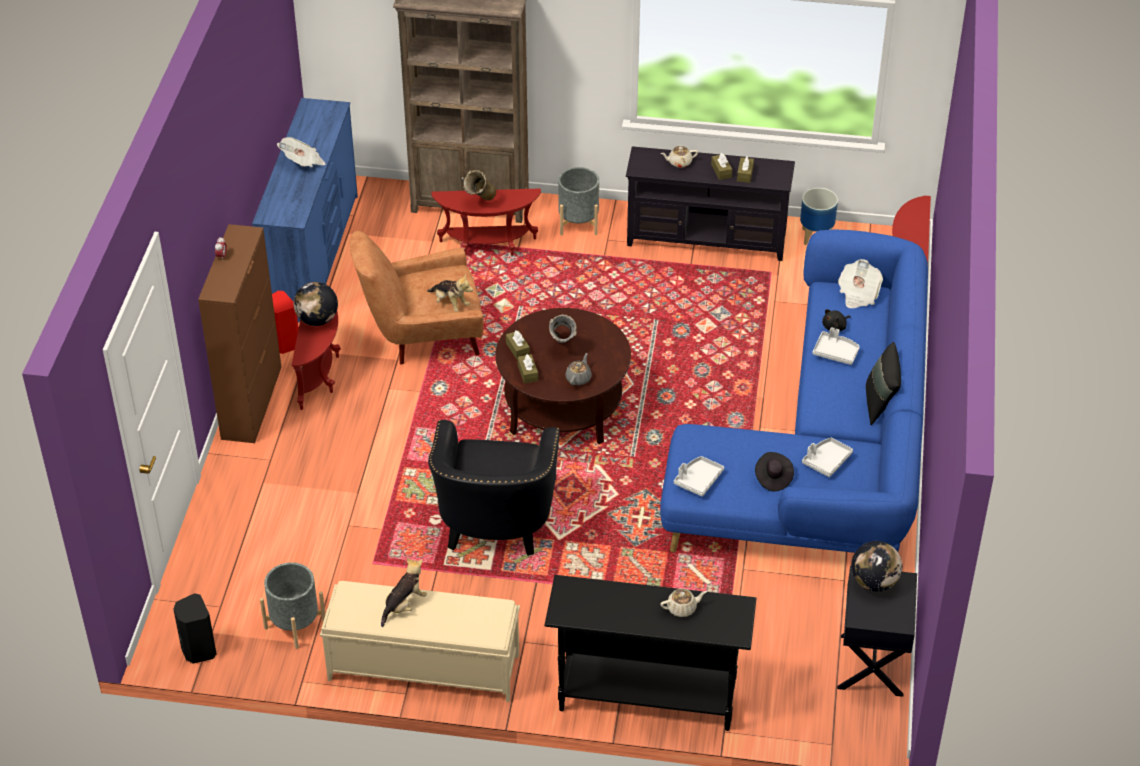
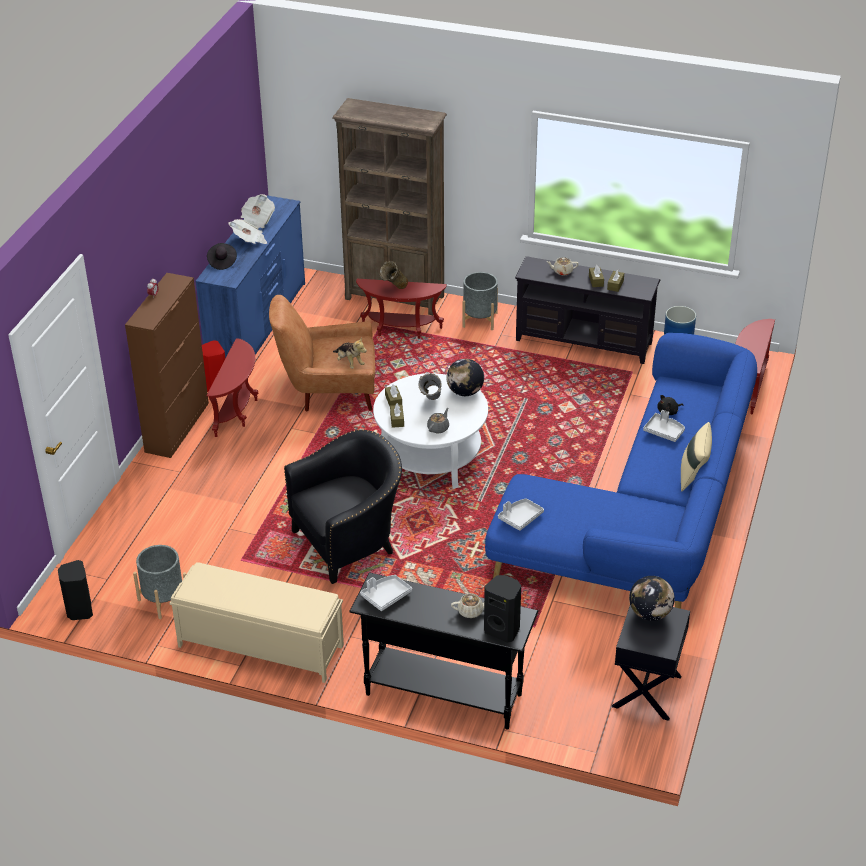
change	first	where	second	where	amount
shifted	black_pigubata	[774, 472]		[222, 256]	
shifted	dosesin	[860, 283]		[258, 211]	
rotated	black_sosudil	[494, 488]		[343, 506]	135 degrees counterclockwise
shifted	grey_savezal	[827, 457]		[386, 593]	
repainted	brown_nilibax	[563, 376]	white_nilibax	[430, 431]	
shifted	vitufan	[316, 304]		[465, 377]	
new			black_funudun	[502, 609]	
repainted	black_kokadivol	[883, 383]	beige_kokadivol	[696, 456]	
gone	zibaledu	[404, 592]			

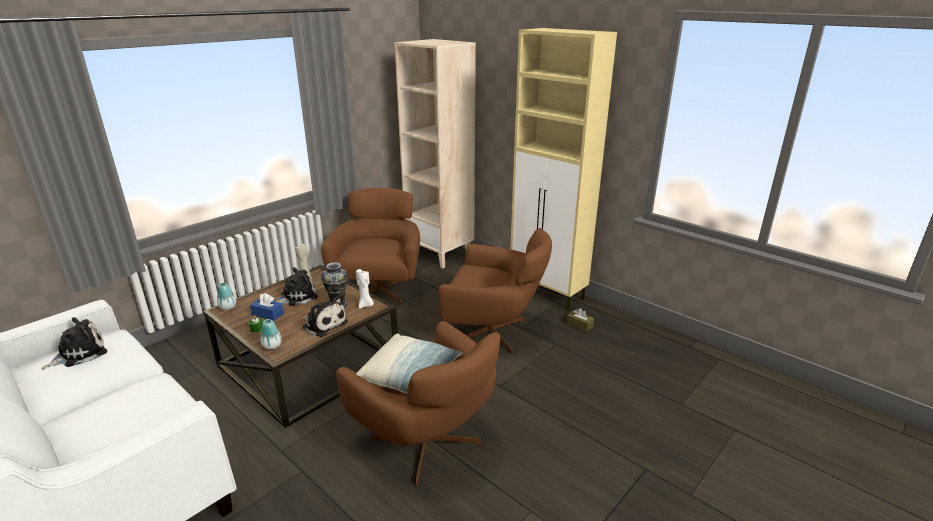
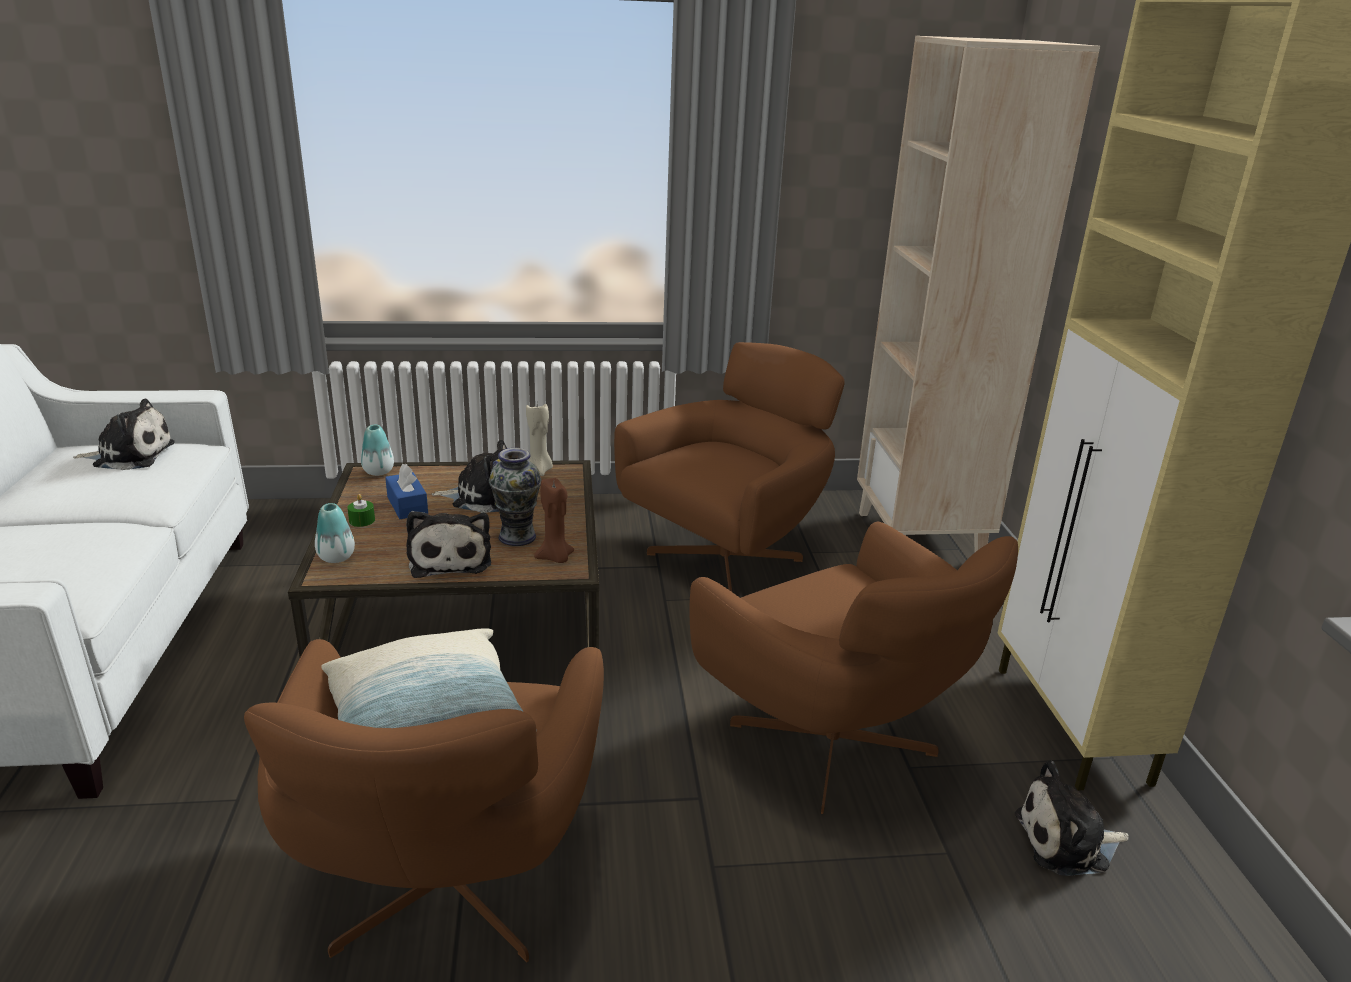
change	first	where	second	where	amount
repainted	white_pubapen	[365, 289]	brown_pubapen	[554, 520]	
swapped	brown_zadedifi	[580, 320]	zibaledu	[1072, 818]	

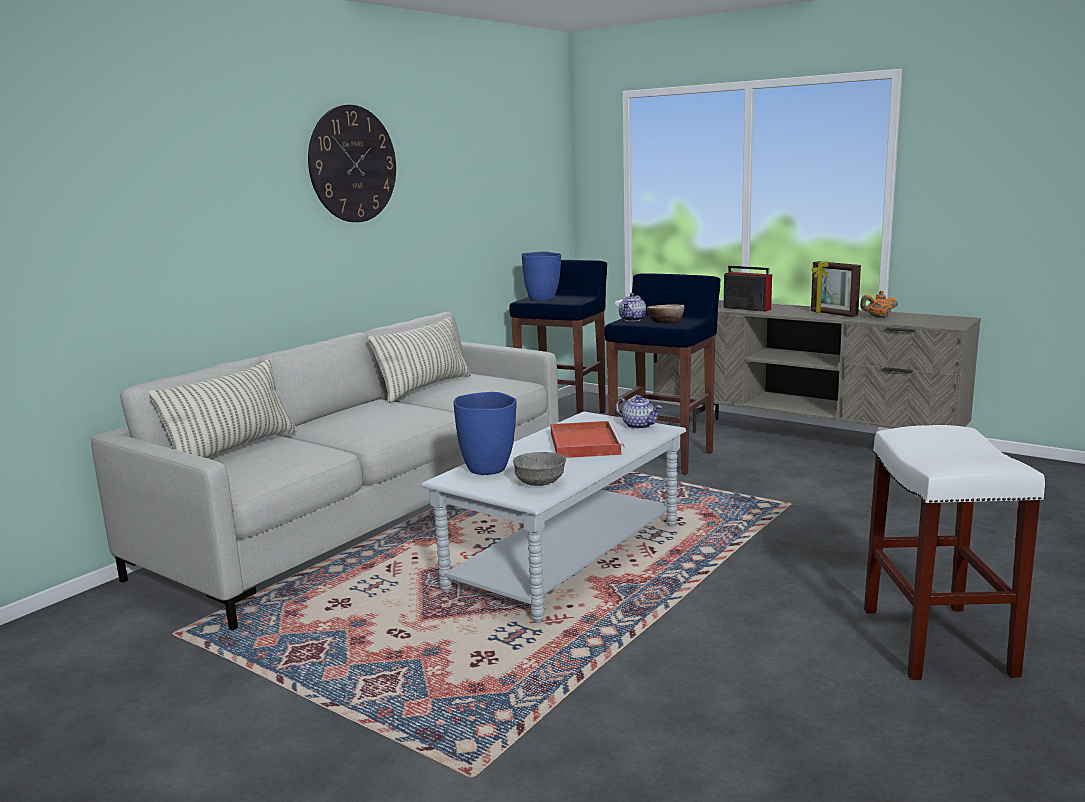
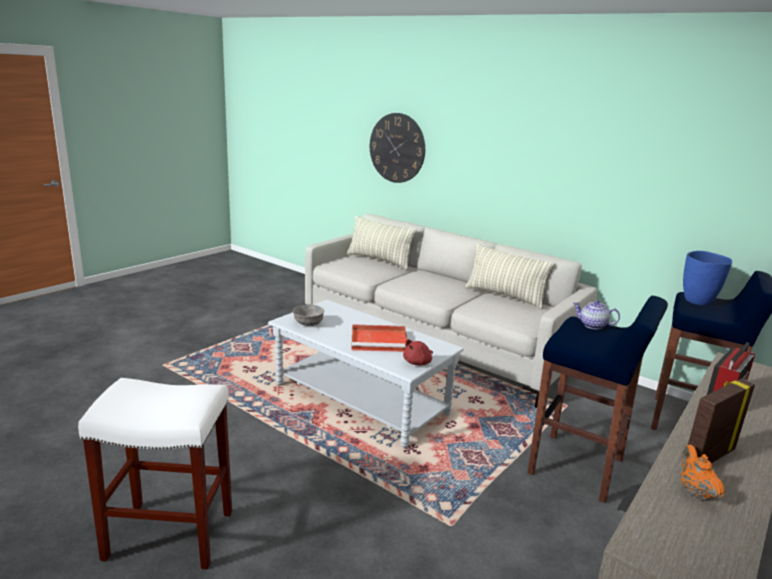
change	first	where	second	where	amount
shifted	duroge	[352, 163]		[397, 148]	
swapped	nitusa	[639, 412]	red_zibaledu	[418, 352]	
gone	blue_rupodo	[485, 433]			
gone	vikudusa	[665, 313]			

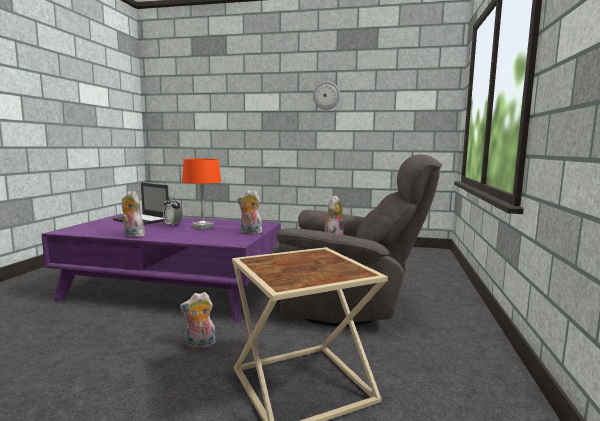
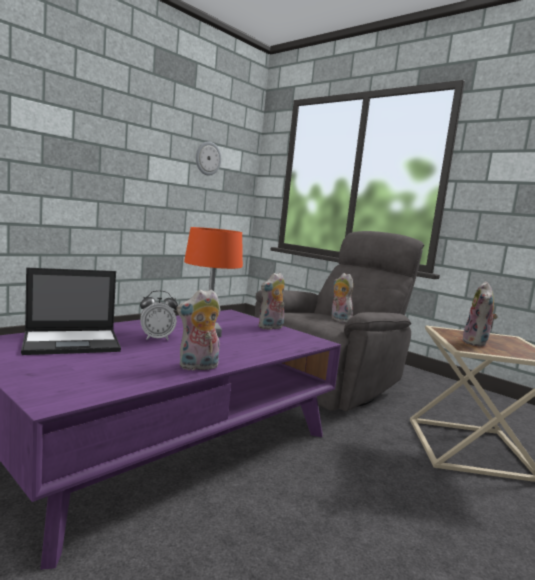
change	first	where	second	where	amount
shifted	duroge	[326, 95]		[208, 158]	
shifted	zibaledu	[198, 320]		[480, 314]	

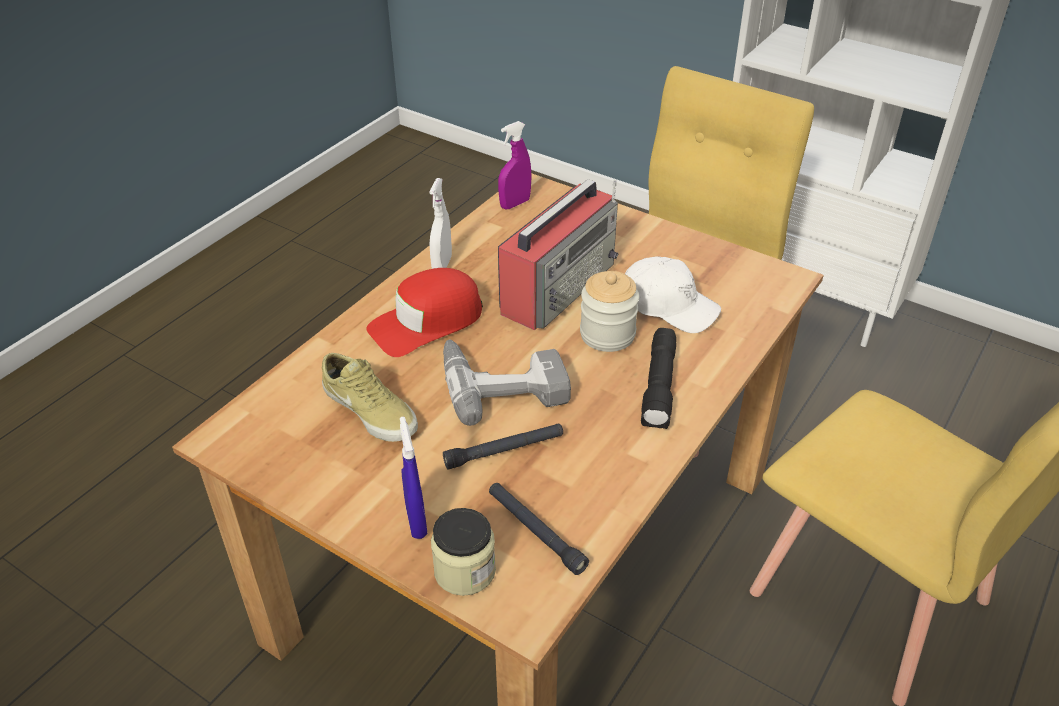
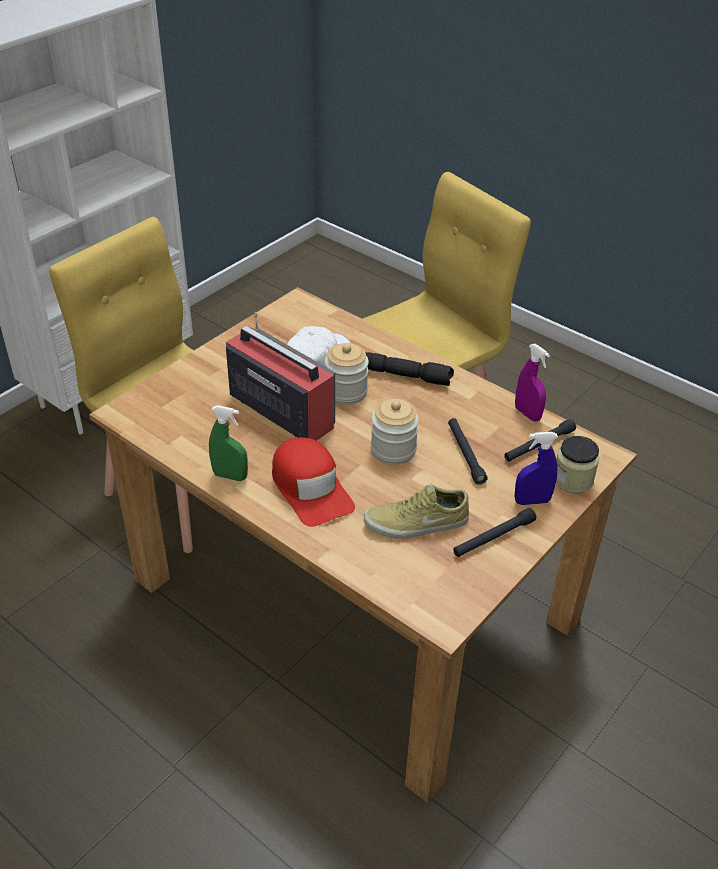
change	first	where	second	where	amount
repainted	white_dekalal	[440, 223]	green_dekalal	[228, 443]	
rotated	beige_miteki	[370, 397]		[416, 511]	150 degrees counterclockwise
swapped	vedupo	[507, 383]	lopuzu	[395, 432]	
new			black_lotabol	[494, 532]	
shifted	purple_dekalal	[515, 165]		[532, 382]	

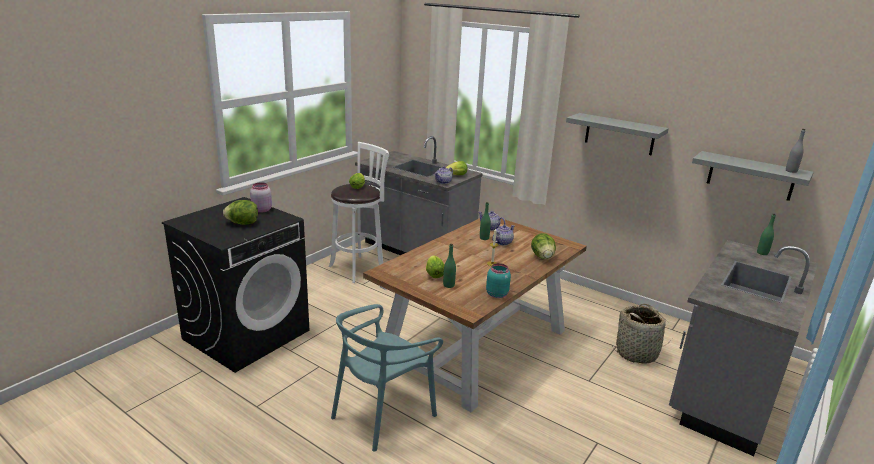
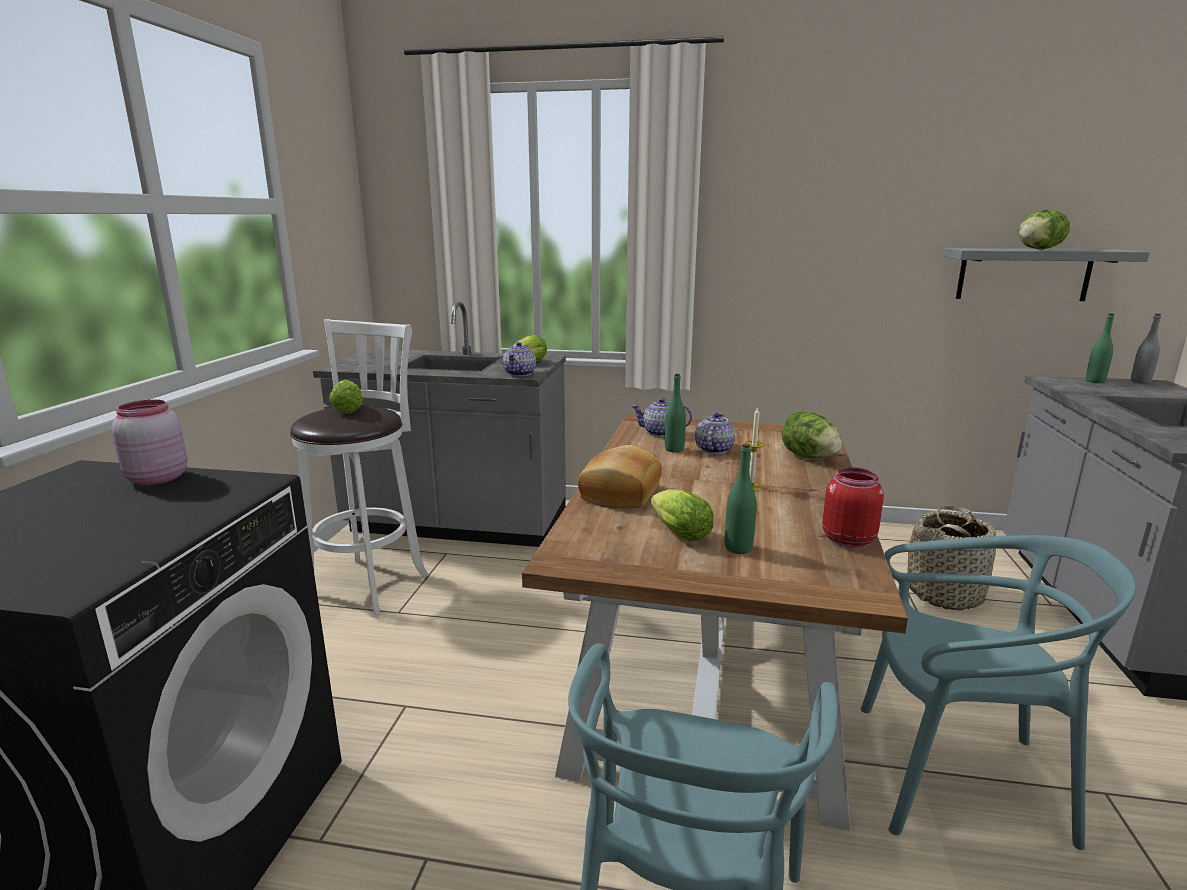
change	first	where	second	where	amount
new			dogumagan	[620, 477]	
repainted	turquoise_lopuzu	[498, 280]	red_lopuzu	[853, 507]	
new			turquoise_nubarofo	[998, 692]	
shifted	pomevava	[240, 212]		[1044, 229]	
shifted	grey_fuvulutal	[796, 151]		[1146, 349]	
gone	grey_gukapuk	[617, 134]			

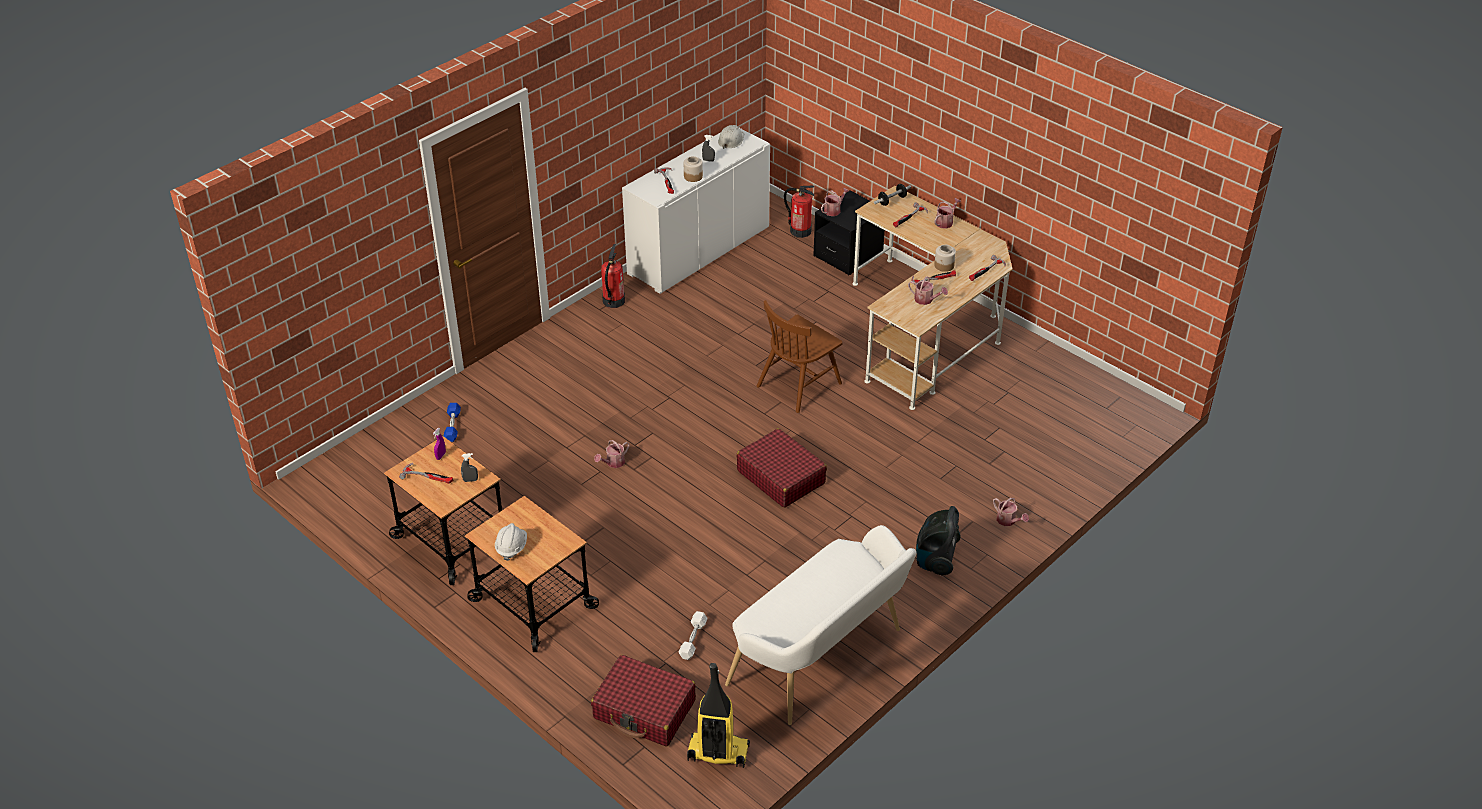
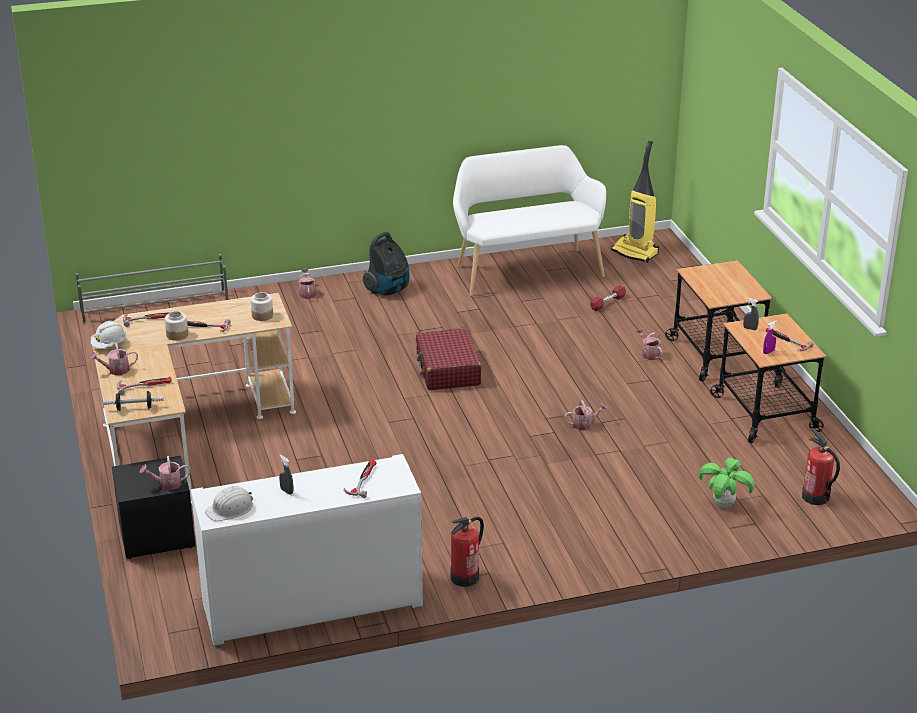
change	first	where	second	where	amount
new			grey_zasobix	[152, 289]	
shifted	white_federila	[511, 542]		[108, 334]	
shifted	lopuzu	[693, 169]		[262, 306]	
repainted	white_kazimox	[693, 635]	red_kazimox	[608, 298]	
shifted	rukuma	[928, 290]		[649, 344]	
swapped	blue_kazimox	[452, 422]	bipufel	[727, 483]	
shifted	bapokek	[799, 212]		[821, 466]	
gone	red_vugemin	[643, 700]			
gone	brown_nubarofo	[800, 356]			

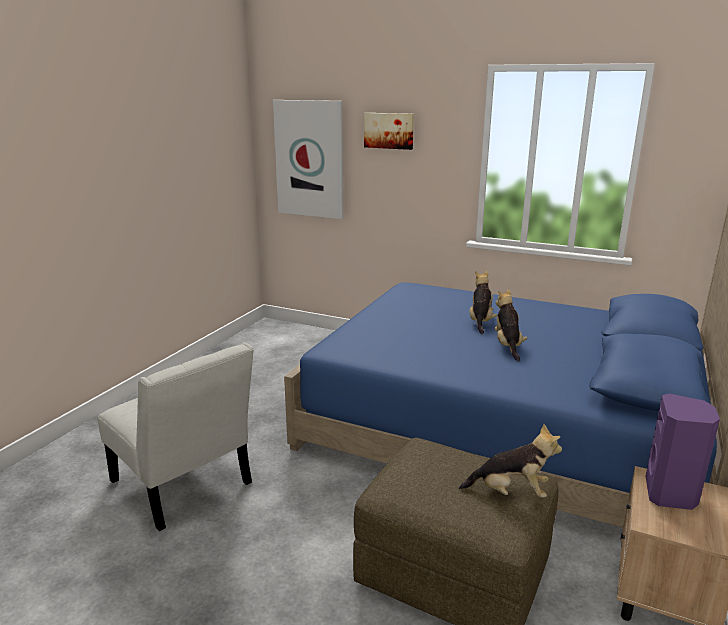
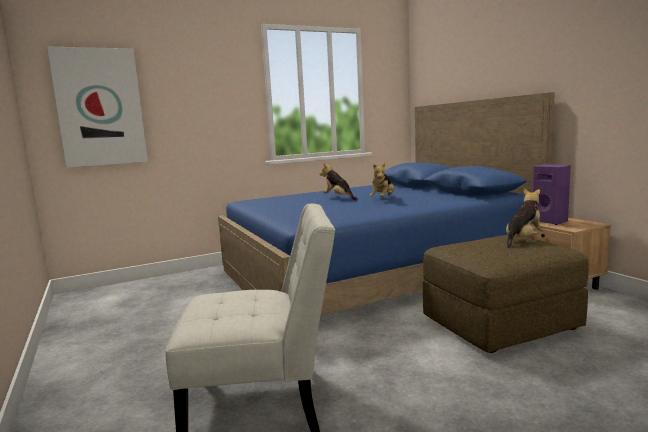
change	first	where	second	where	amount
rotated	zibaledu	[511, 325]		[381, 180]	105 degrees counterclockwise
gone	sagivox	[389, 131]			

